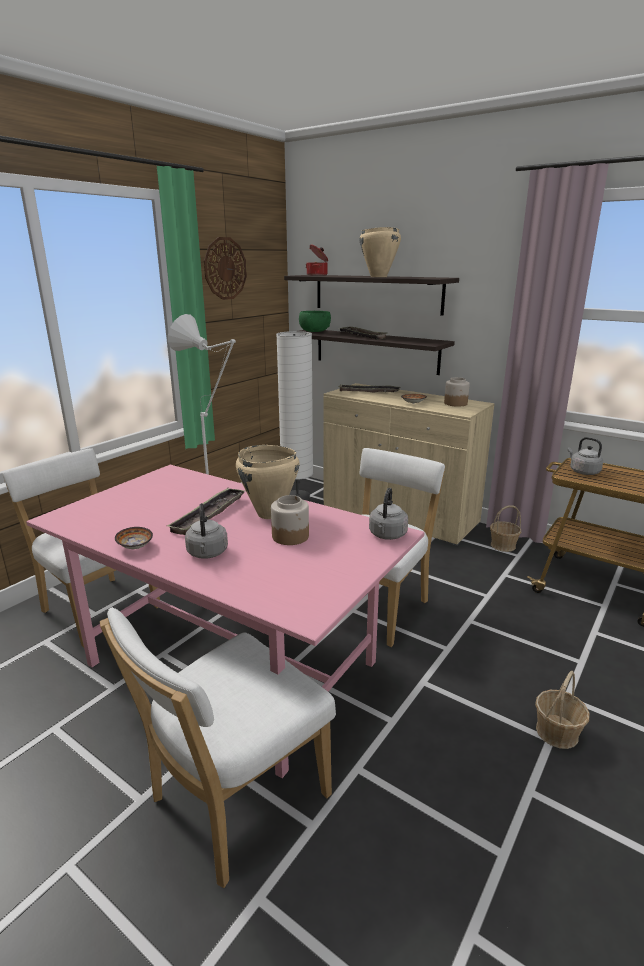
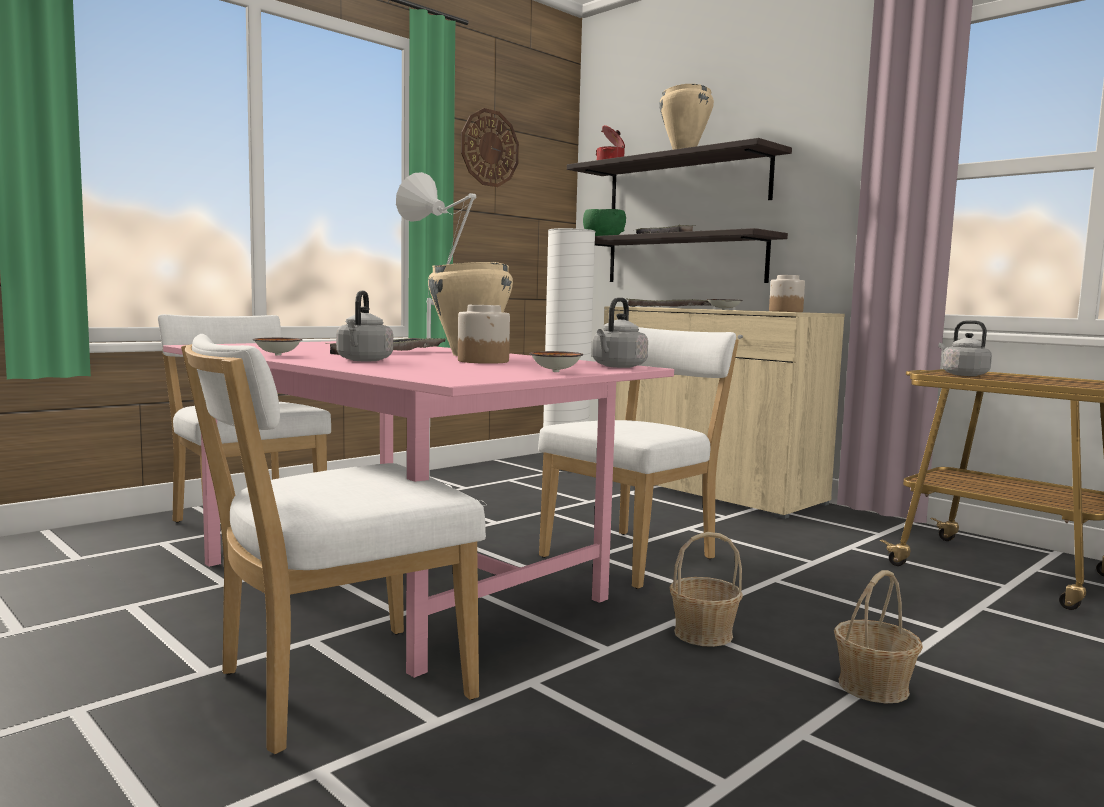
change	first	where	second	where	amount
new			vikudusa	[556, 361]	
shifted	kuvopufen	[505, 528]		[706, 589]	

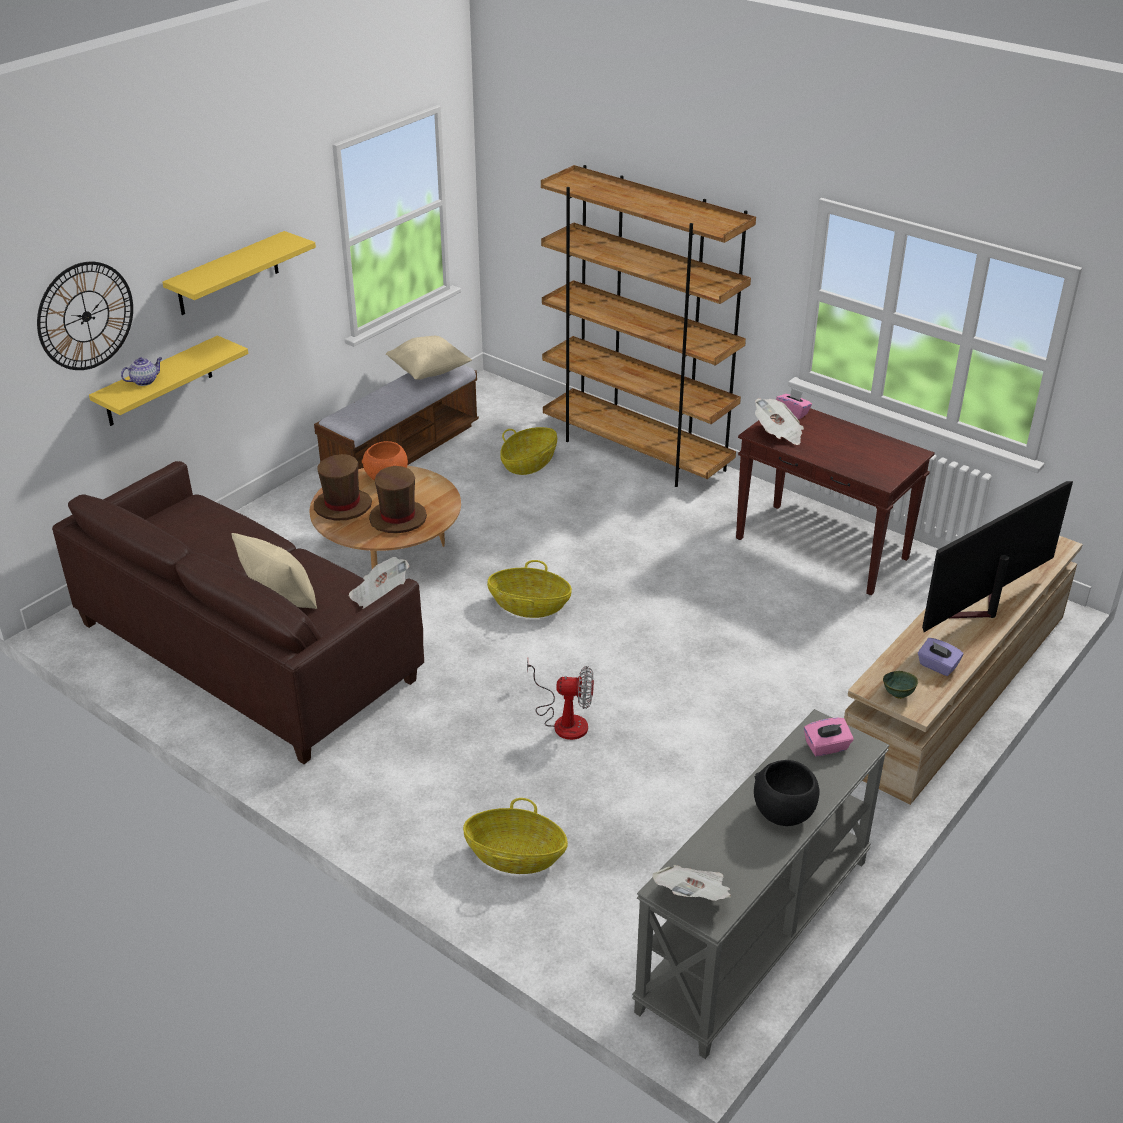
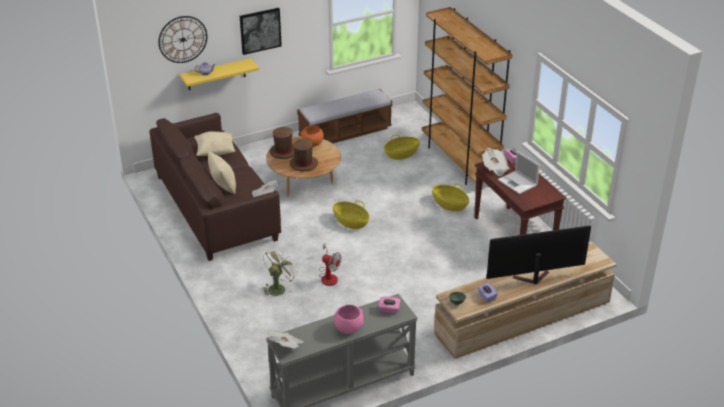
change	first	where	second	where	amount
shifted	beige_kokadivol	[429, 358]		[215, 143]	
swapped	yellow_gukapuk	[239, 273]	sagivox	[261, 31]	
new			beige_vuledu	[280, 272]	
repainted	black_vikudusa	[787, 793]	pink_vikudusa	[349, 319]	
shifted	kuvopufen	[515, 836]		[450, 197]	
new			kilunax	[519, 172]	

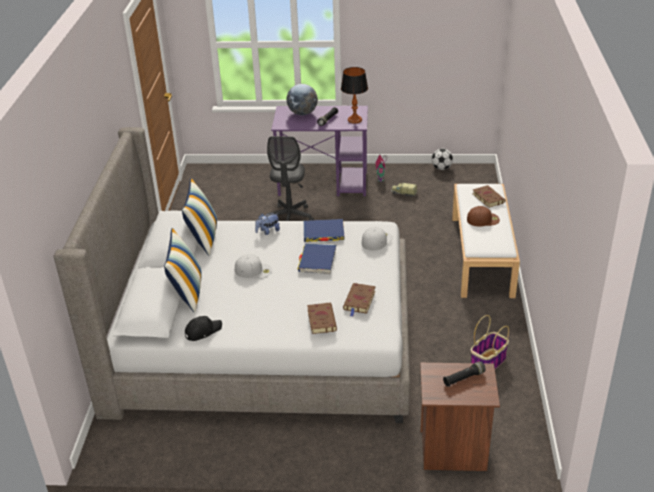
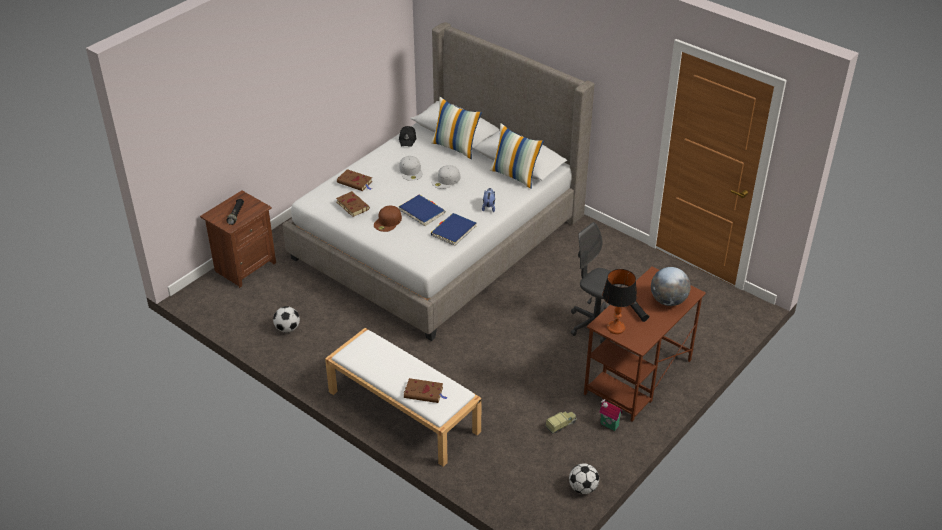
change	first	where	second	where	amount
swapped	kuvopufen	[490, 342]	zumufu	[286, 319]	
shifted	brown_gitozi	[483, 216]		[388, 219]	
shifted	white_gitozi	[377, 239]		[411, 168]	
repainted	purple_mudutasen	[319, 151]	brown_mudutasen	[645, 344]	

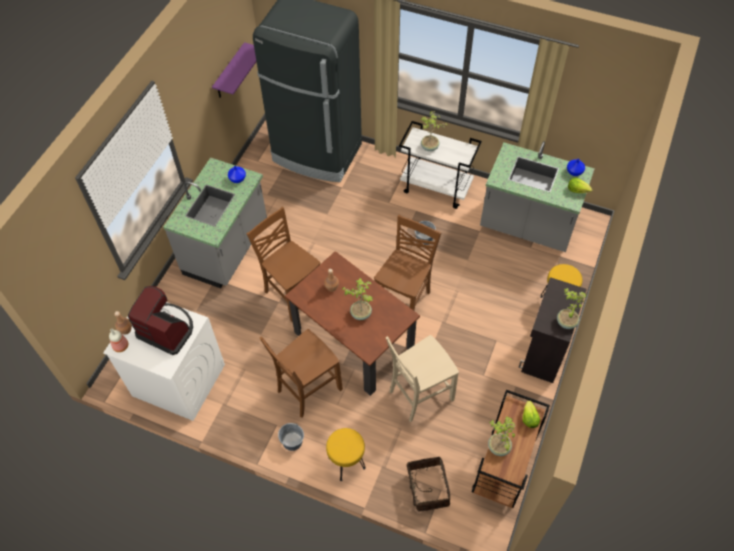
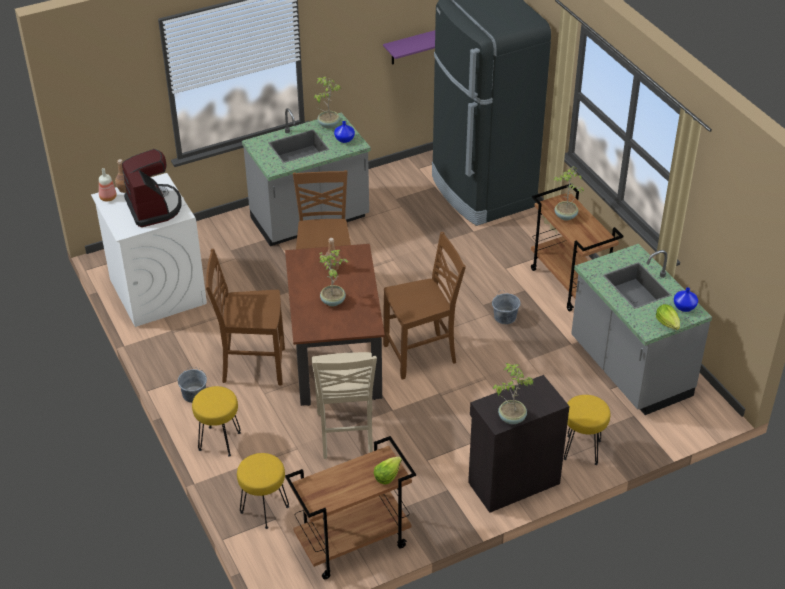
change	first	where	second	where	amount
swapped	kuvopufen	[428, 484]	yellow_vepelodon	[263, 491]	
rotated	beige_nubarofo	[422, 378]		[344, 405]	105 degrees counterclockwise
shifted	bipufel	[501, 436]		[327, 102]	
repainted	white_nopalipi	[440, 165]	brown_nopalipi	[577, 248]	

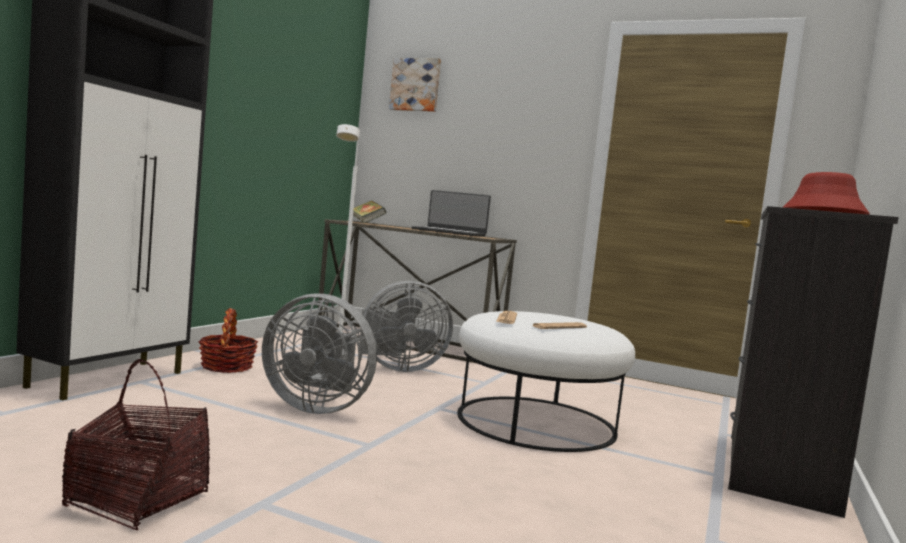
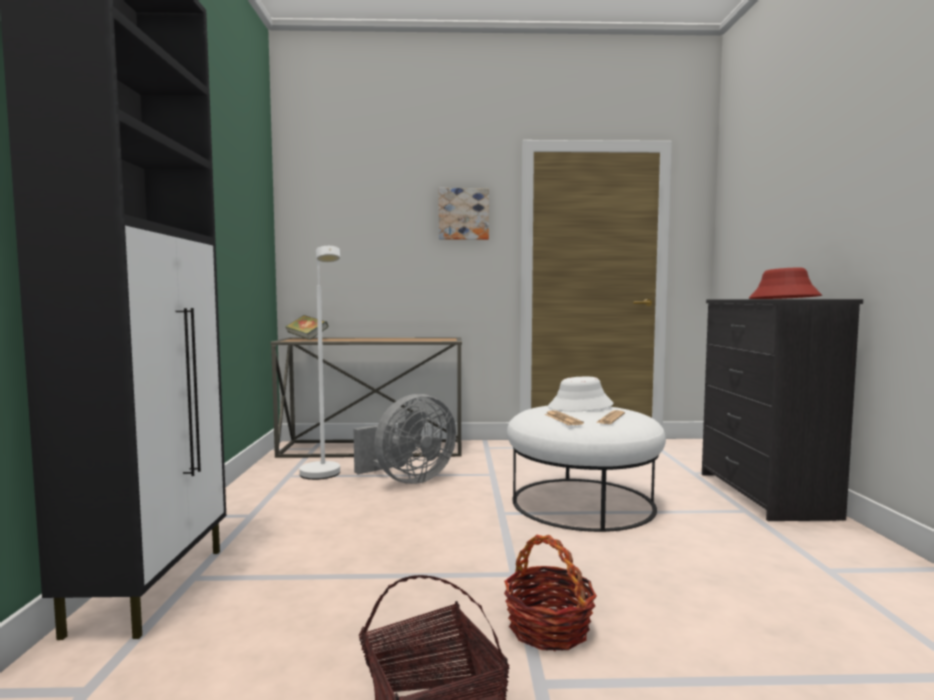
change	first	where	second	where	amount
shifted	sagivox	[415, 85]		[464, 214]	
shifted	kuvopufen	[228, 340]		[550, 593]	
new			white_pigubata	[581, 394]	
gone	grey_vuledu	[319, 353]			
gone	kilunax	[451, 213]			

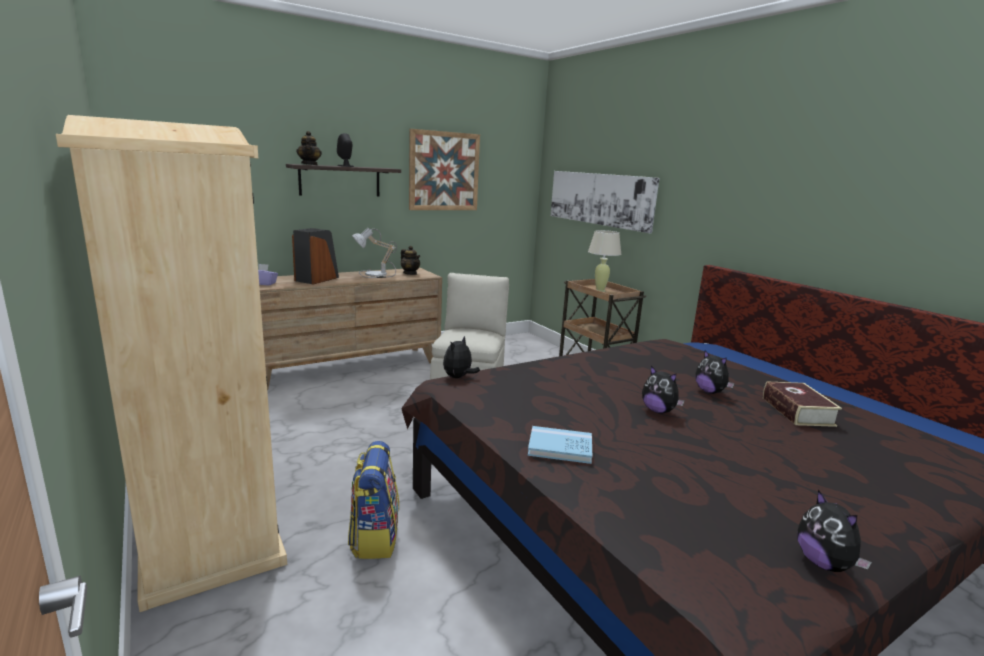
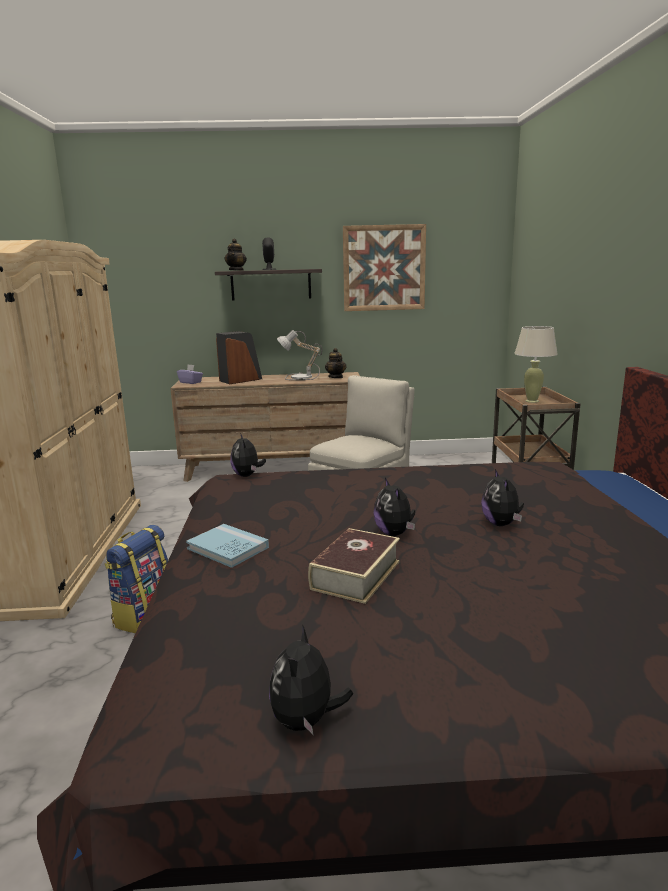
change	first	where	second	where	amount
rotated	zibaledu	[461, 356]		[248, 455]	75 degrees counterclockwise
shifted	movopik	[802, 404]		[354, 566]	
gone	sagivox	[605, 202]			

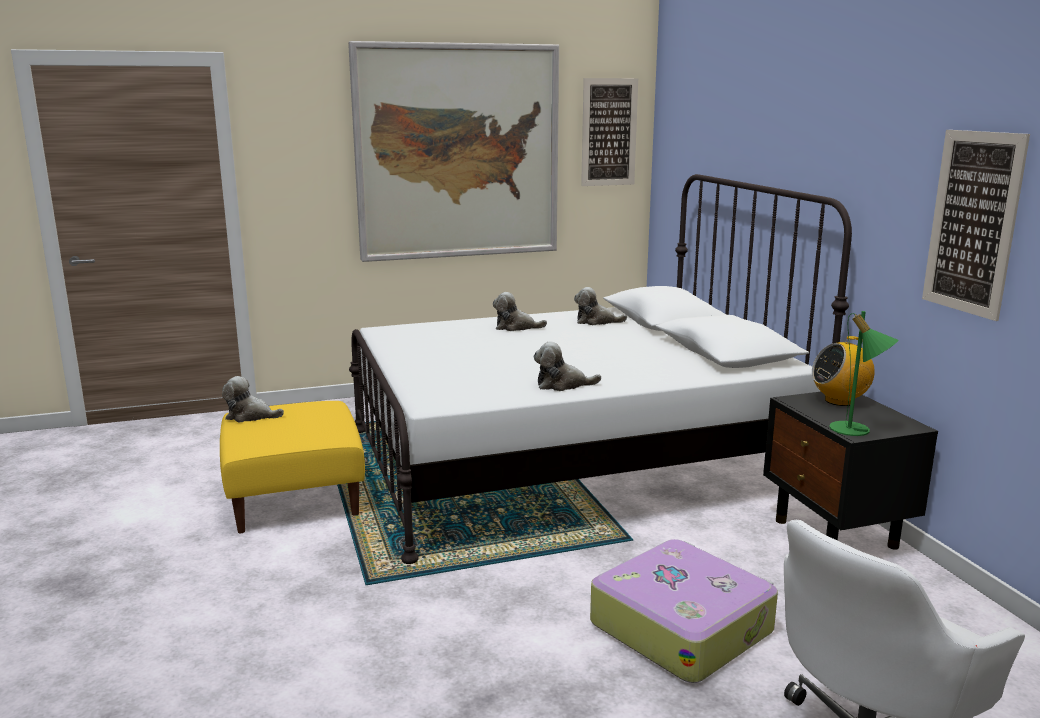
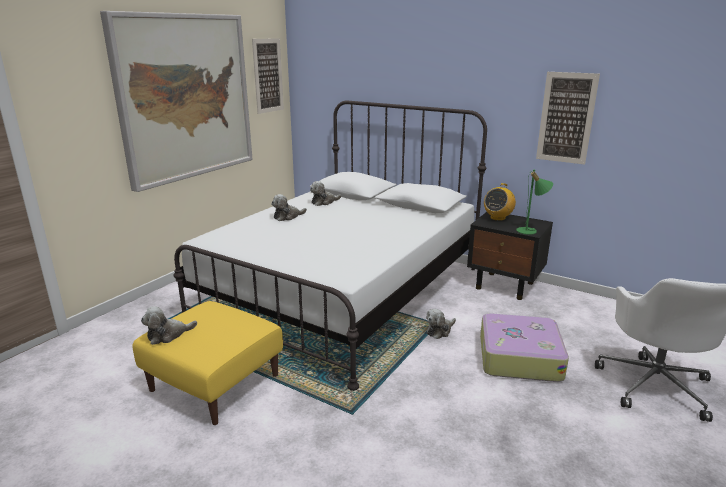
change	first	where	second	where	amount
shifted	zibaledu	[567, 366]		[441, 324]	

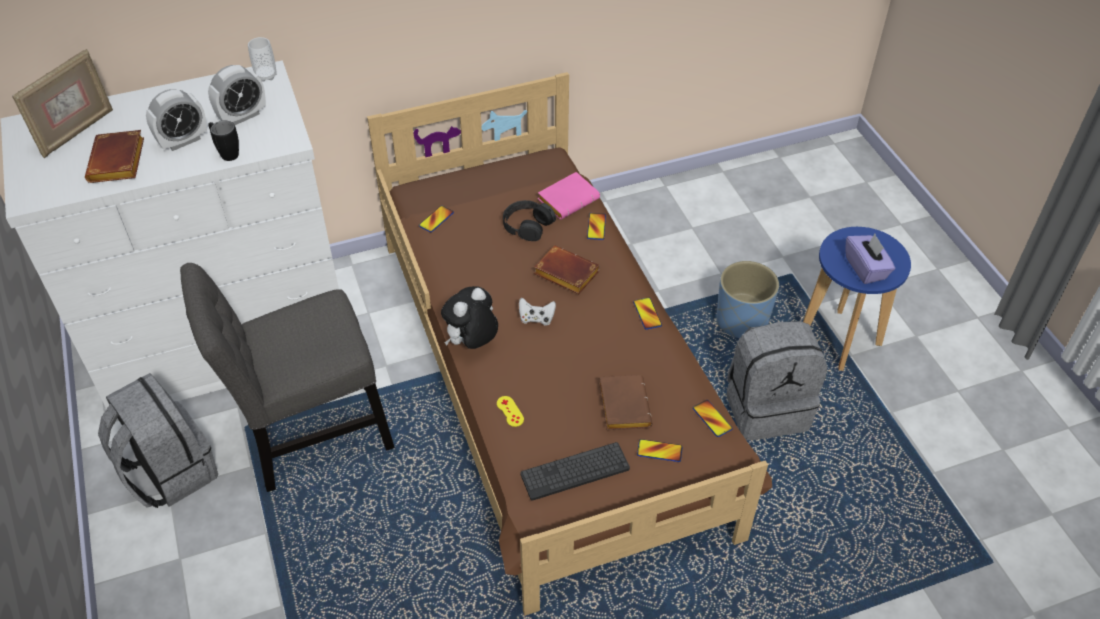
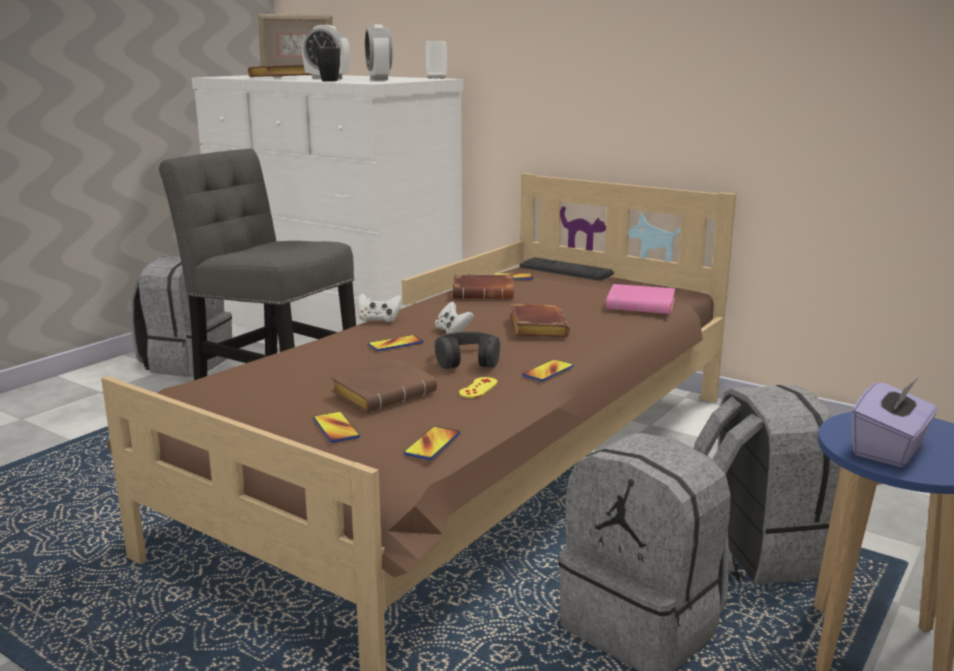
change	first	where	second	where	amount
swapped	zibaledu	[469, 317]	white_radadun	[380, 307]	
rotated	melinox	[237, 95]		[379, 52]	60 degrees clockwise
shifted	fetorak	[596, 226]		[396, 343]	
shifted	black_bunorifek	[529, 220]		[468, 350]	
new			brown_movopik	[483, 286]	
shifted	yellow_radadun	[510, 411]		[478, 387]	
shifted	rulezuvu	[575, 471]		[566, 269]	
swapped	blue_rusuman	[747, 299]	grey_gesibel	[767, 485]	

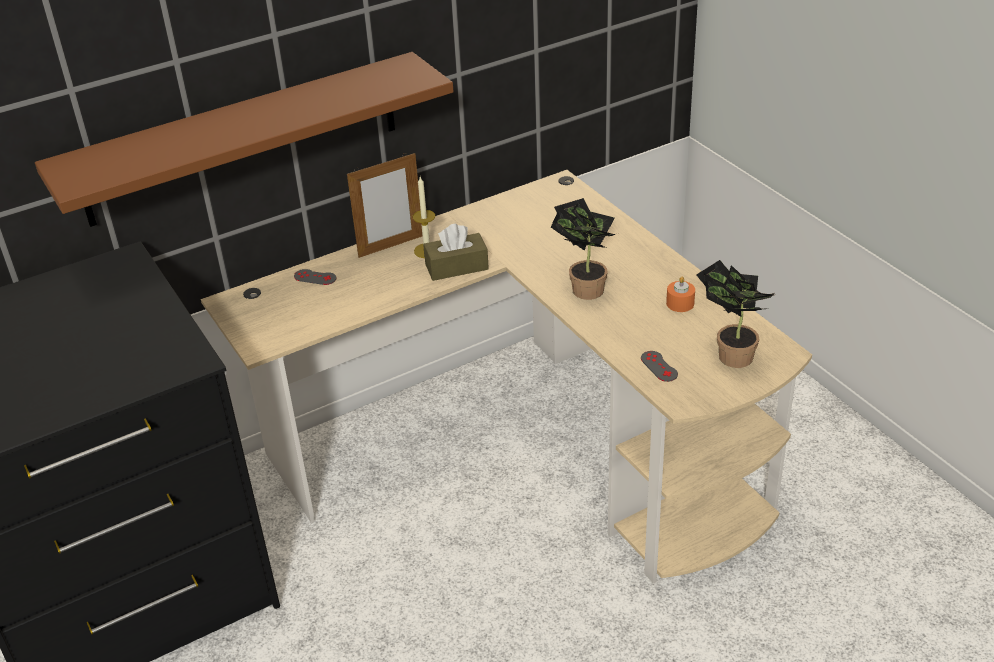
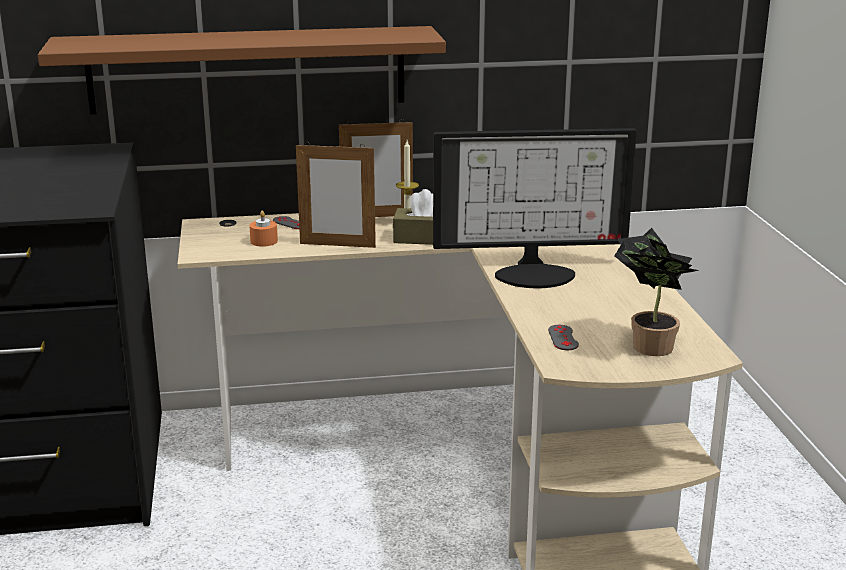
change	first	where	second	where	amount
shifted	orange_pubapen	[680, 294]		[263, 229]	
new			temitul	[336, 195]	
swapped	bipufel	[583, 249]	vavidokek	[535, 208]	

